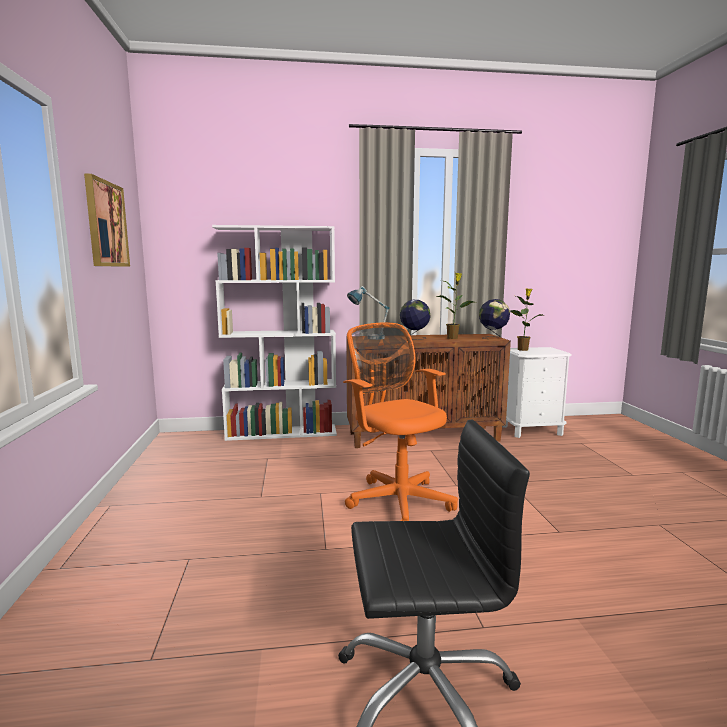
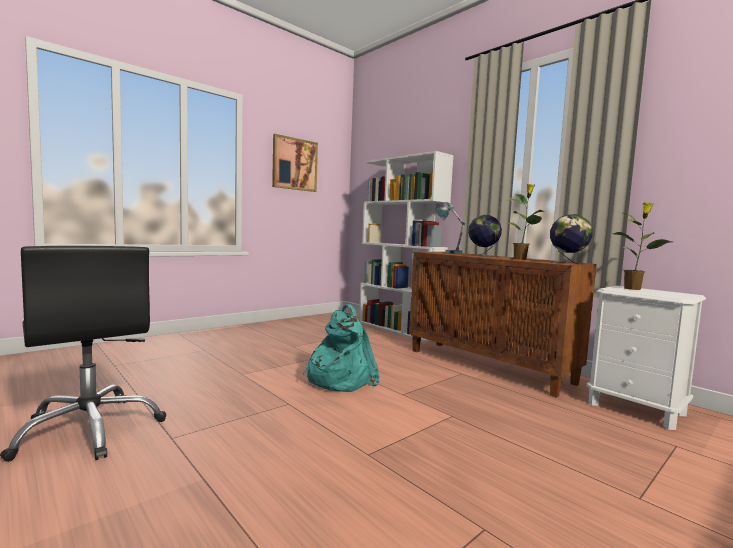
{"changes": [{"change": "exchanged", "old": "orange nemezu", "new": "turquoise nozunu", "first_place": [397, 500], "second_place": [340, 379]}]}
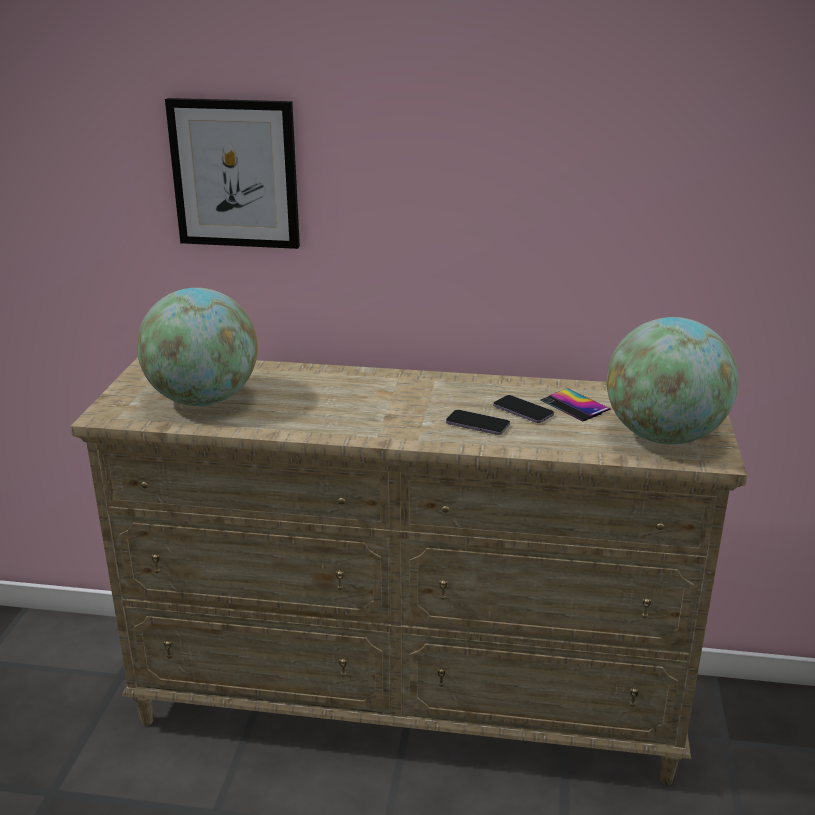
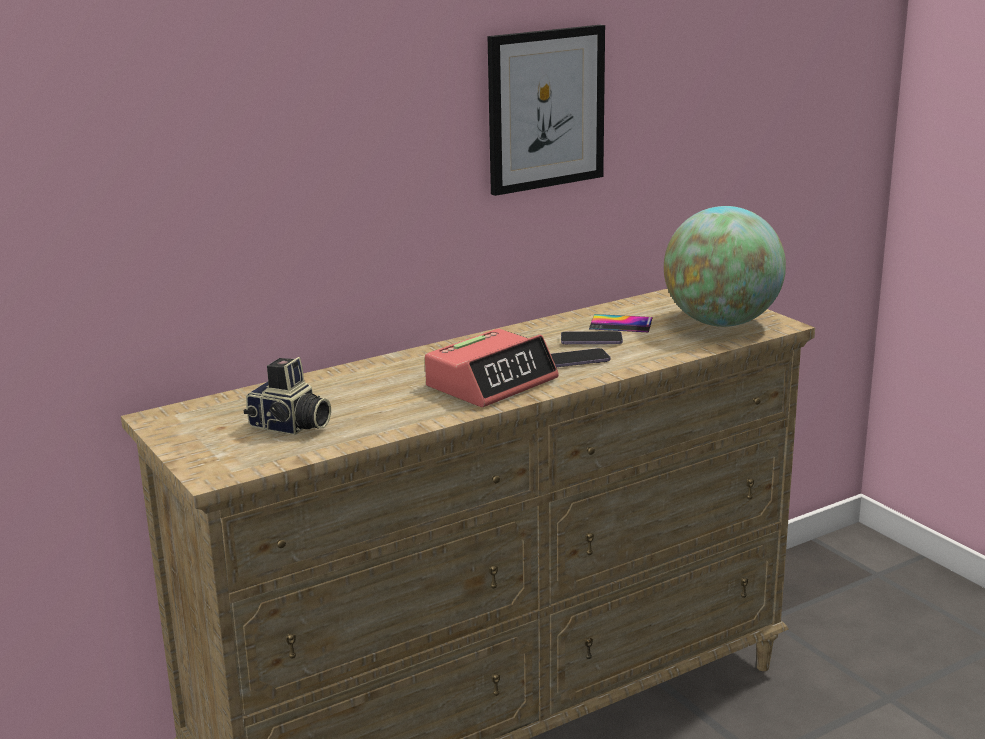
{"changes": [{"change": "appeared", "new": "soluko", "second_place": [492, 383]}, {"change": "relocated", "old": "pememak", "first_place": [235, 174], "second_place": [545, 109]}, {"change": "exchanged", "old": "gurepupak", "new": "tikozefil", "first_place": [203, 399], "second_place": [289, 427]}]}
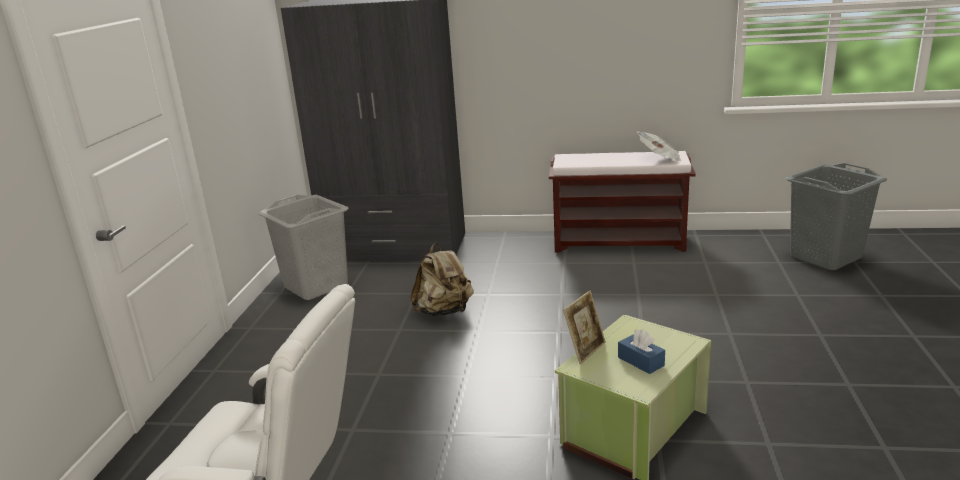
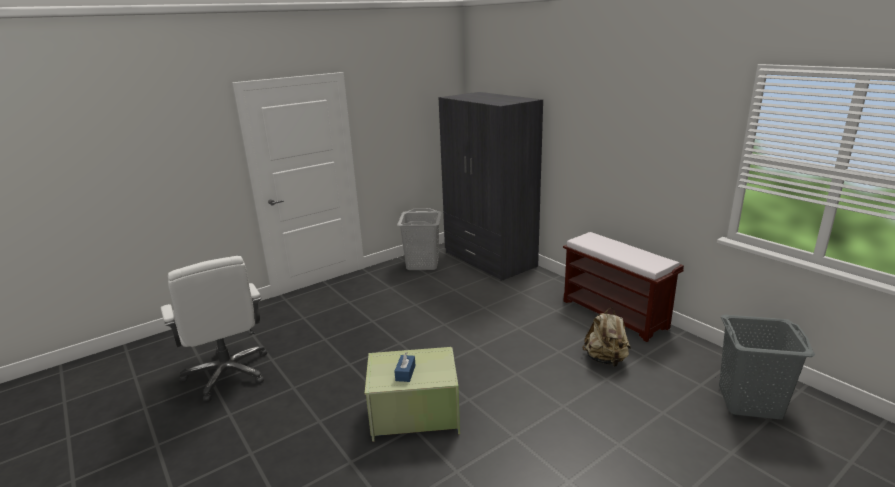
{"changes": [{"change": "missing", "old": "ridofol", "first_place": [585, 350]}, {"change": "missing", "old": "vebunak", "first_place": [660, 158]}, {"change": "relocated", "old": "beige nozunu", "first_place": [444, 311], "second_place": [606, 359]}]}
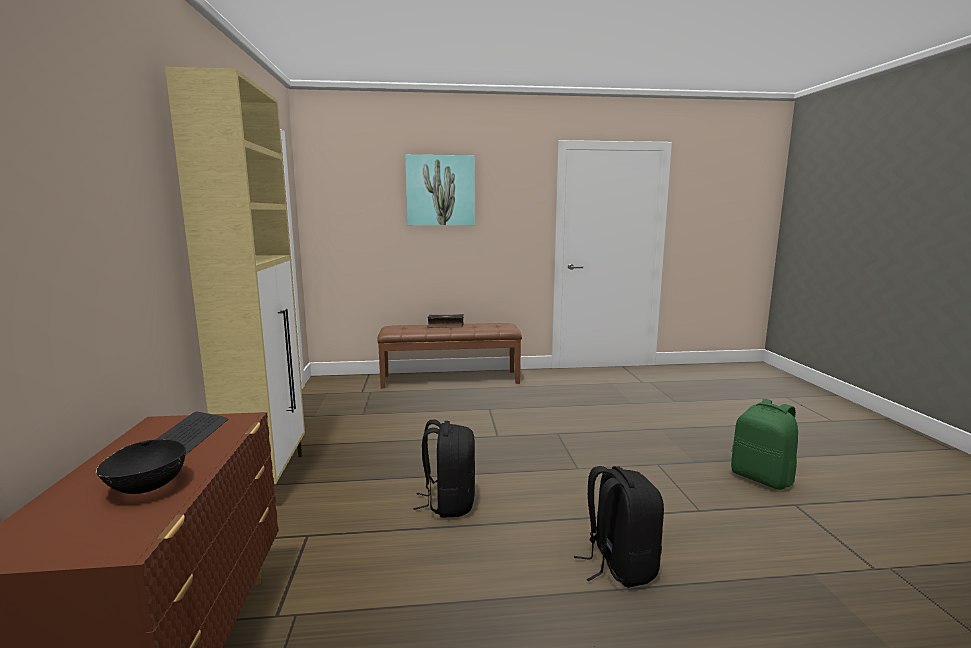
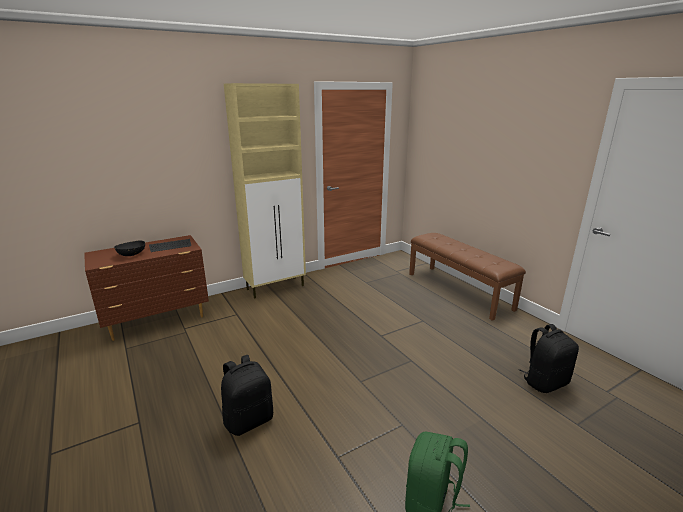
{"changes": [{"change": "missing", "old": "pememak", "first_place": [440, 190]}, {"change": "missing", "old": "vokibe", "first_place": [445, 326]}, {"change": "relocated", "old": "black nozunu", "first_place": [449, 503], "second_place": [544, 382]}]}
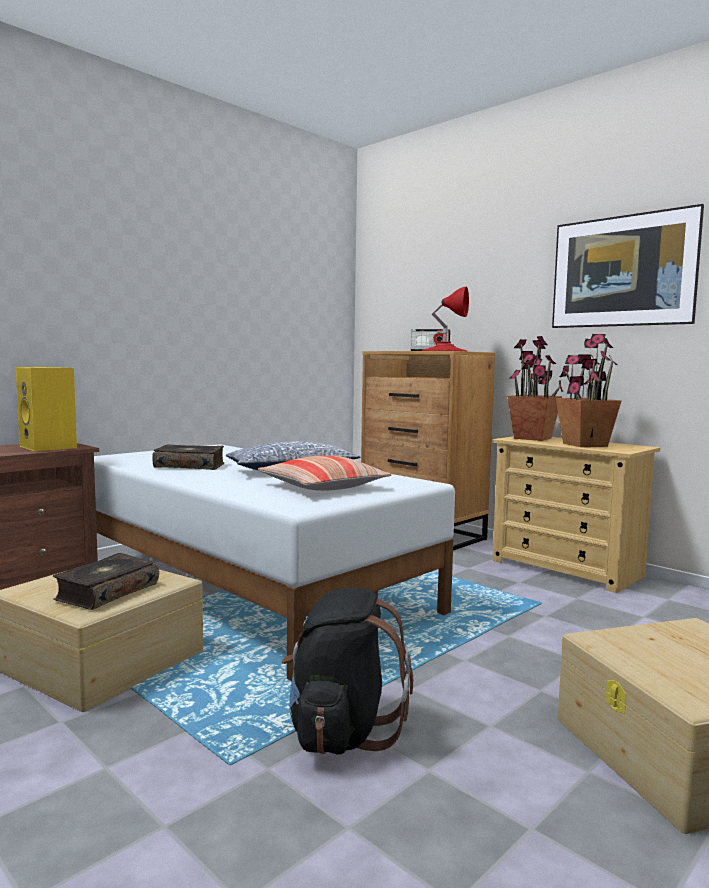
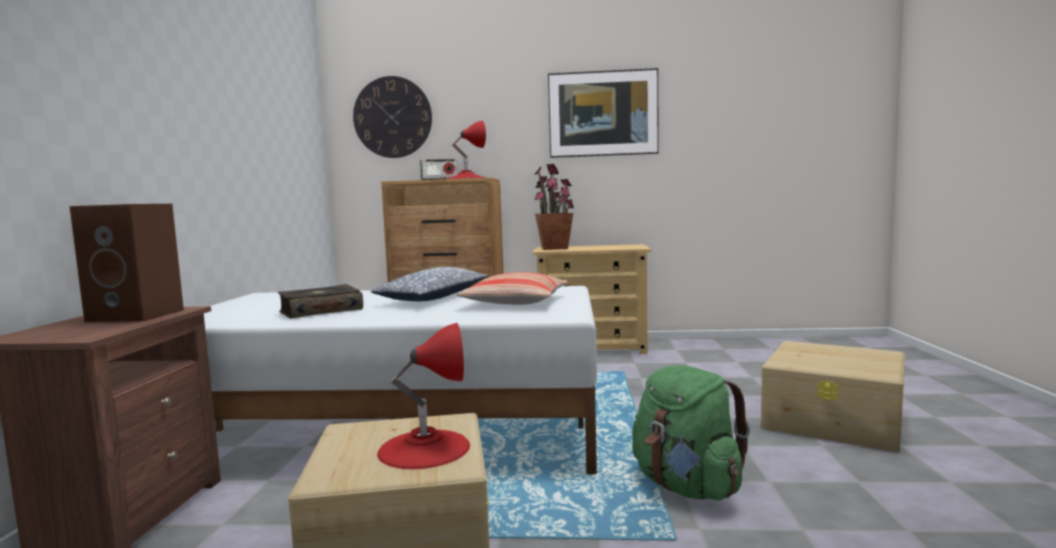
{"changes": [{"change": "missing", "old": "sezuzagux", "first_place": [584, 445]}, {"change": "appeared", "new": "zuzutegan", "second_place": [392, 117]}, {"change": "exchanged", "old": "vokibe", "new": "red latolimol", "first_place": [106, 592], "second_place": [424, 448]}, {"change": "colour", "old": "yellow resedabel", "new": "brown resedabel", "first_place": [49, 447], "second_place": [139, 315]}, {"change": "colour", "old": "black nozunu", "new": "green nozunu", "first_place": [341, 731], "second_place": [687, 486]}]}
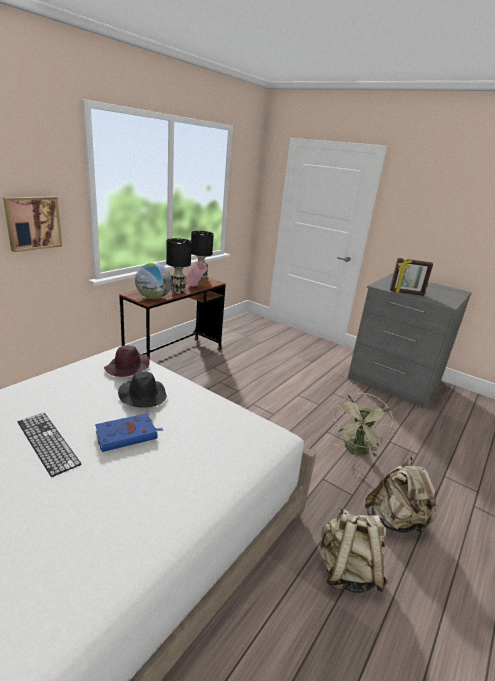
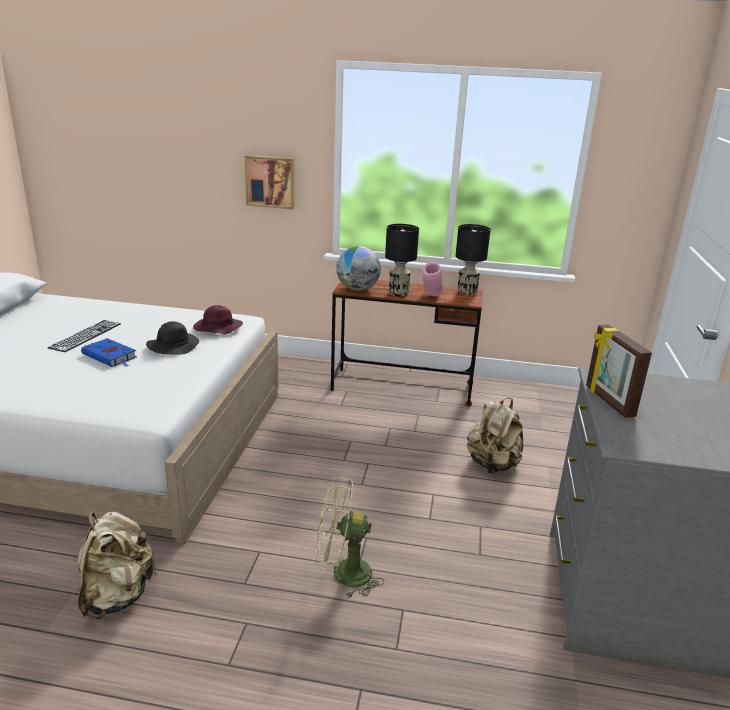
{"changes": [{"change": "relocated", "old": "beige nozunu", "first_place": [395, 520], "second_place": [493, 465]}]}
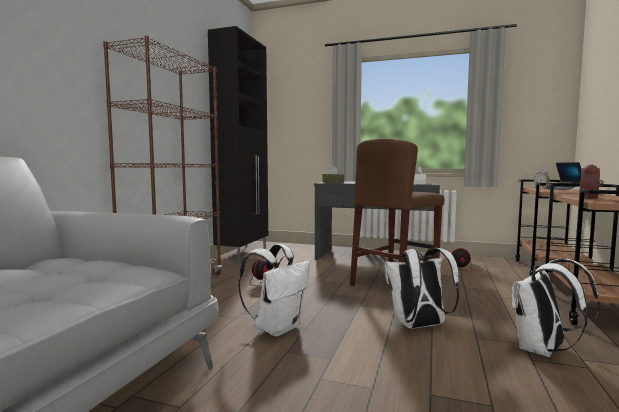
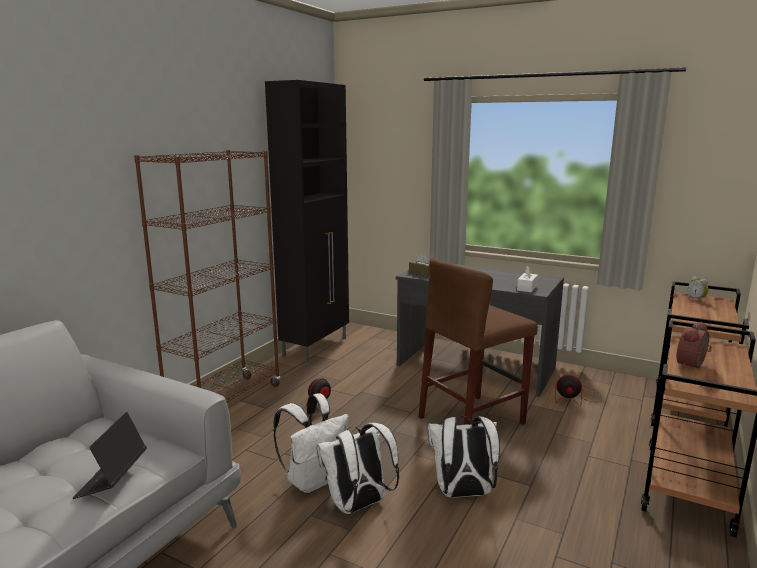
{"changes": [{"change": "relocated", "old": "white nozunu", "first_place": [543, 351], "second_place": [358, 505]}, {"change": "relocated", "old": "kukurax", "first_place": [563, 189], "second_place": [112, 479]}]}
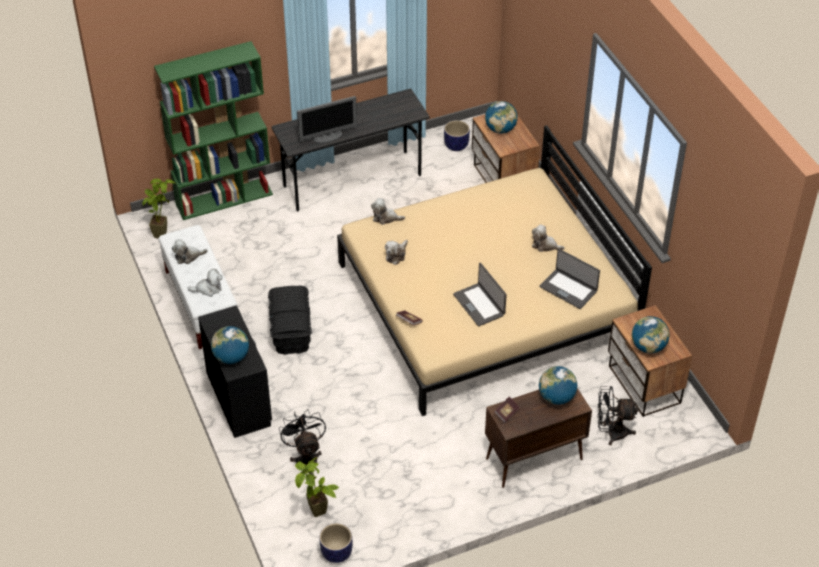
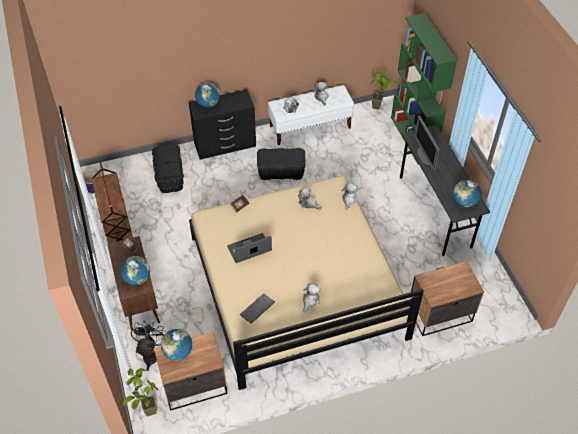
{"changes": [{"change": "missing", "old": "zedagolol", "first_place": [456, 145]}, {"change": "appeared", "new": "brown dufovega", "second_place": [117, 227]}, {"change": "relocated", "old": "sezuzagux", "first_place": [318, 516], "second_place": [145, 411]}, {"change": "relocated", "old": "gurepupak", "first_place": [500, 129], "second_place": [464, 202]}, {"change": "exchanged", "old": "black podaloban", "new": "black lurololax", "first_place": [306, 459], "second_place": [169, 176]}, {"change": "exchanged", "old": "kukurax", "new": "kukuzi", "first_place": [568, 288], "second_place": [257, 309]}]}
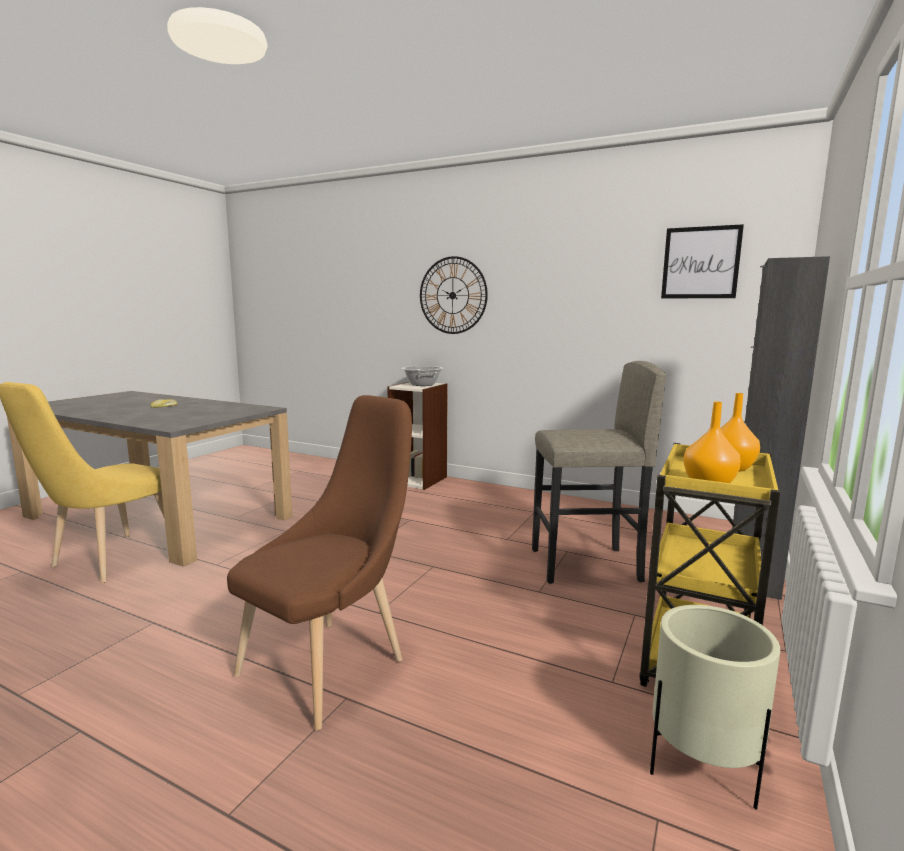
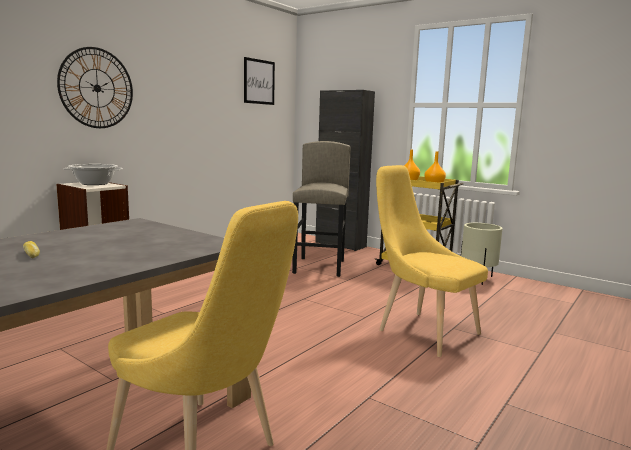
{"changes": [{"change": "colour", "old": "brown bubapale", "new": "yellow bubapale", "first_place": [331, 663], "second_place": [422, 331]}]}
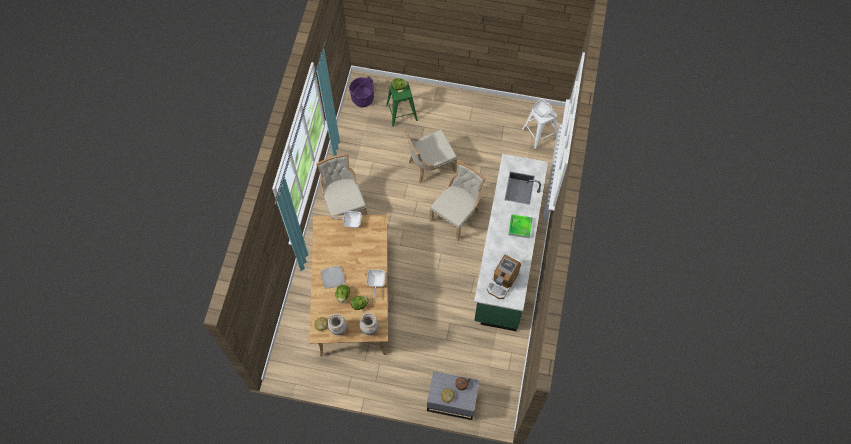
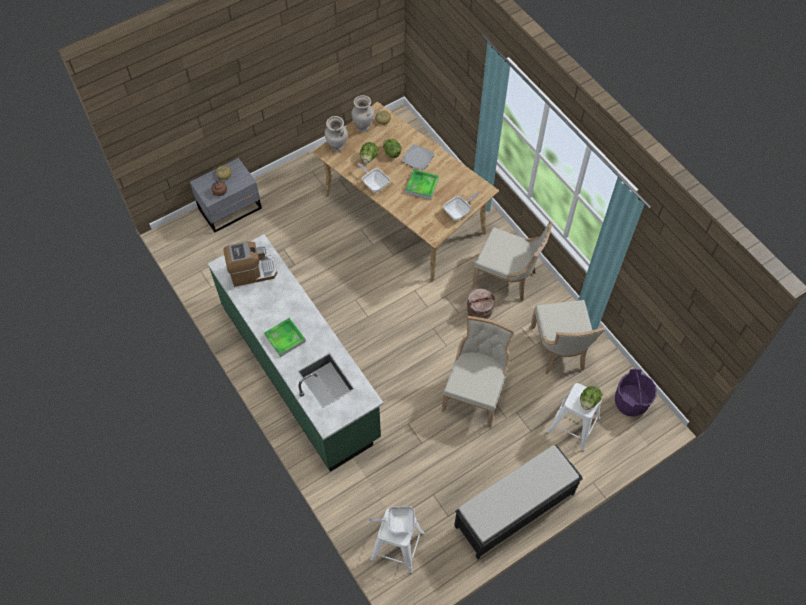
{"changes": [{"change": "appeared", "new": "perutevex", "second_place": [422, 185]}, {"change": "appeared", "new": "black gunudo", "second_place": [513, 510]}, {"change": "appeared", "new": "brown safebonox", "second_place": [479, 311]}, {"change": "relocated", "old": "beige bubapale", "first_place": [456, 215], "second_place": [559, 350]}, {"change": "colour", "old": "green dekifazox", "new": "white dekifazox", "first_place": [402, 112], "second_place": [573, 426]}, {"change": "spun", "old": "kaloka", "first_place": [502, 281], "second_place": [252, 272], "degrees": 90}]}
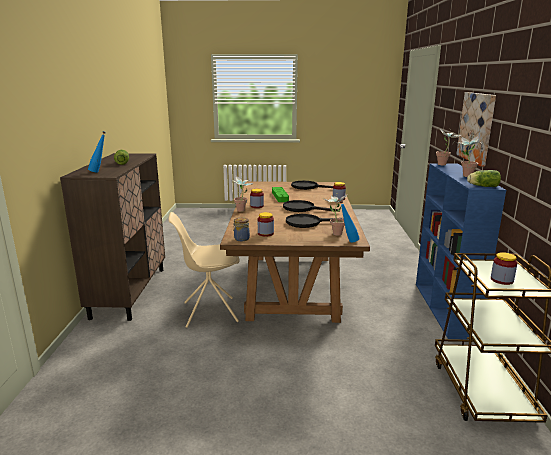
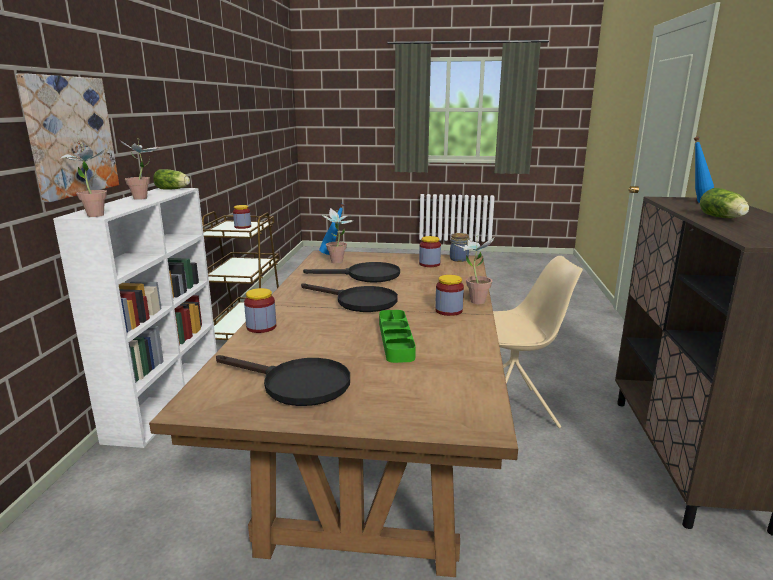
{"changes": [{"change": "colour", "old": "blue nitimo", "new": "white nitimo", "first_place": [444, 309], "second_place": [167, 398]}]}
